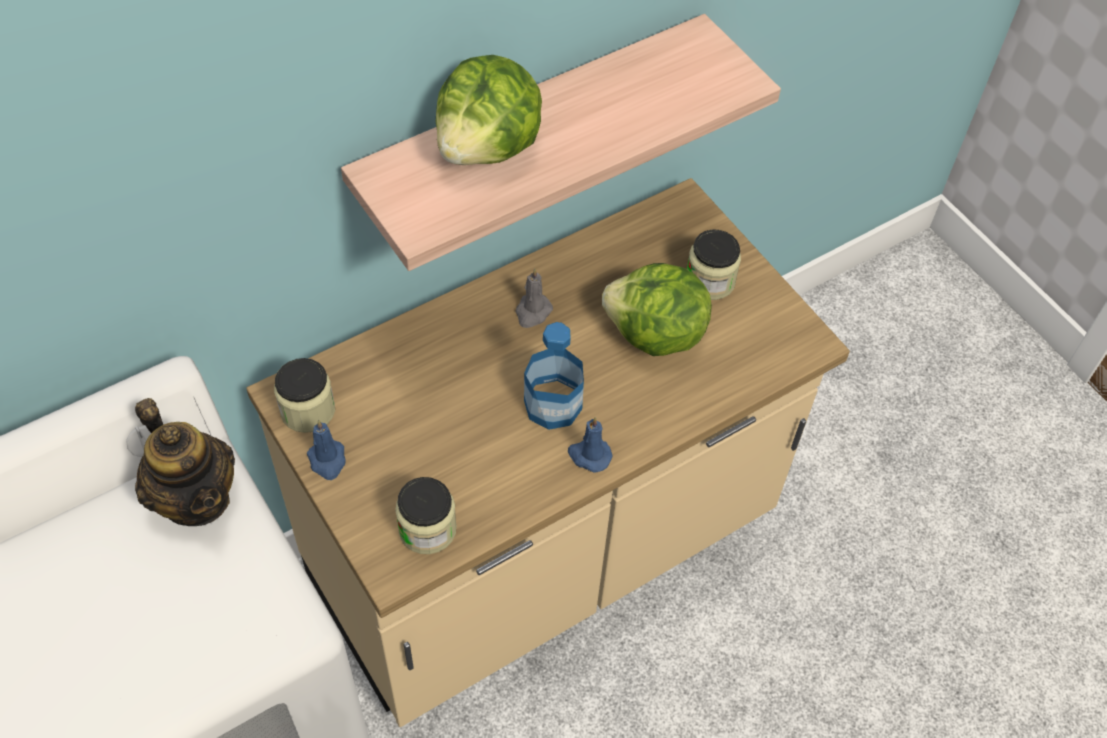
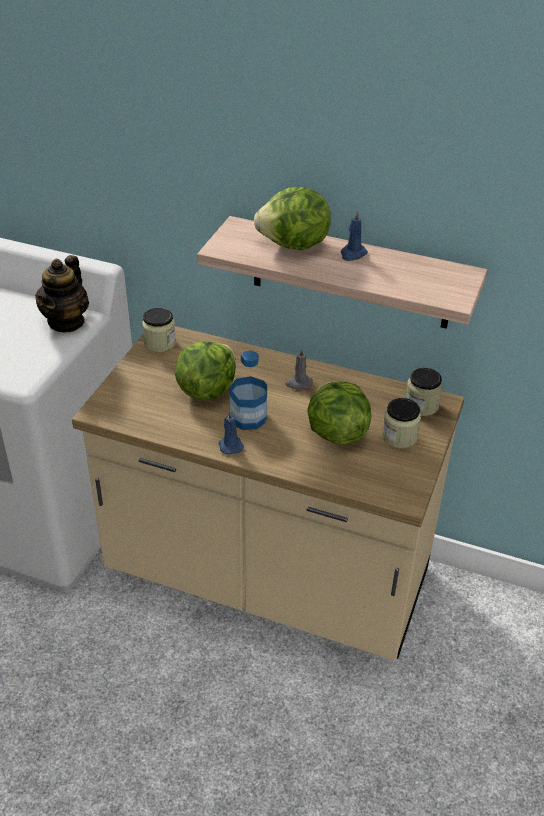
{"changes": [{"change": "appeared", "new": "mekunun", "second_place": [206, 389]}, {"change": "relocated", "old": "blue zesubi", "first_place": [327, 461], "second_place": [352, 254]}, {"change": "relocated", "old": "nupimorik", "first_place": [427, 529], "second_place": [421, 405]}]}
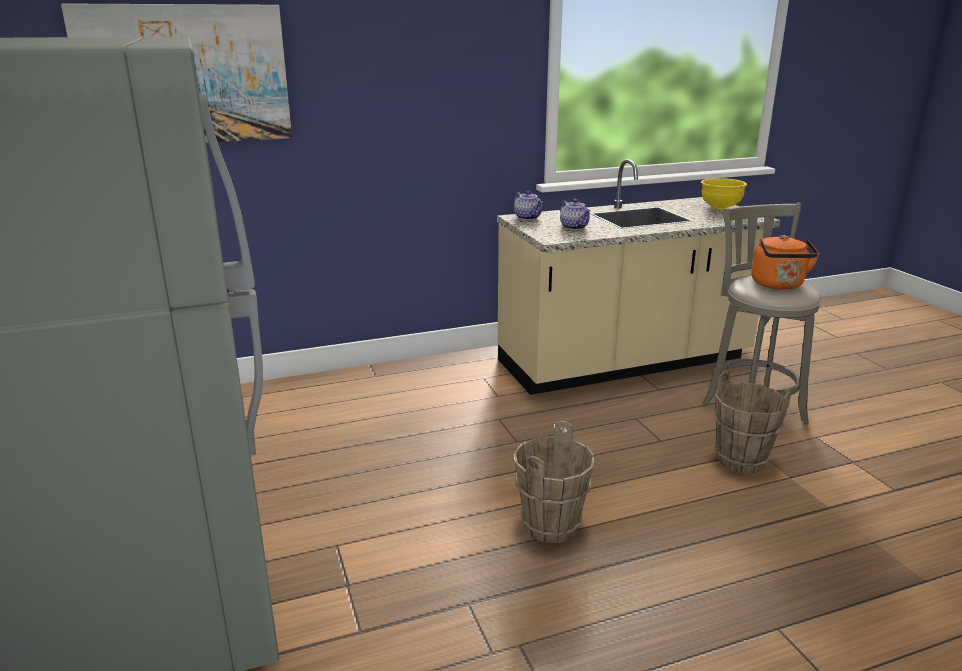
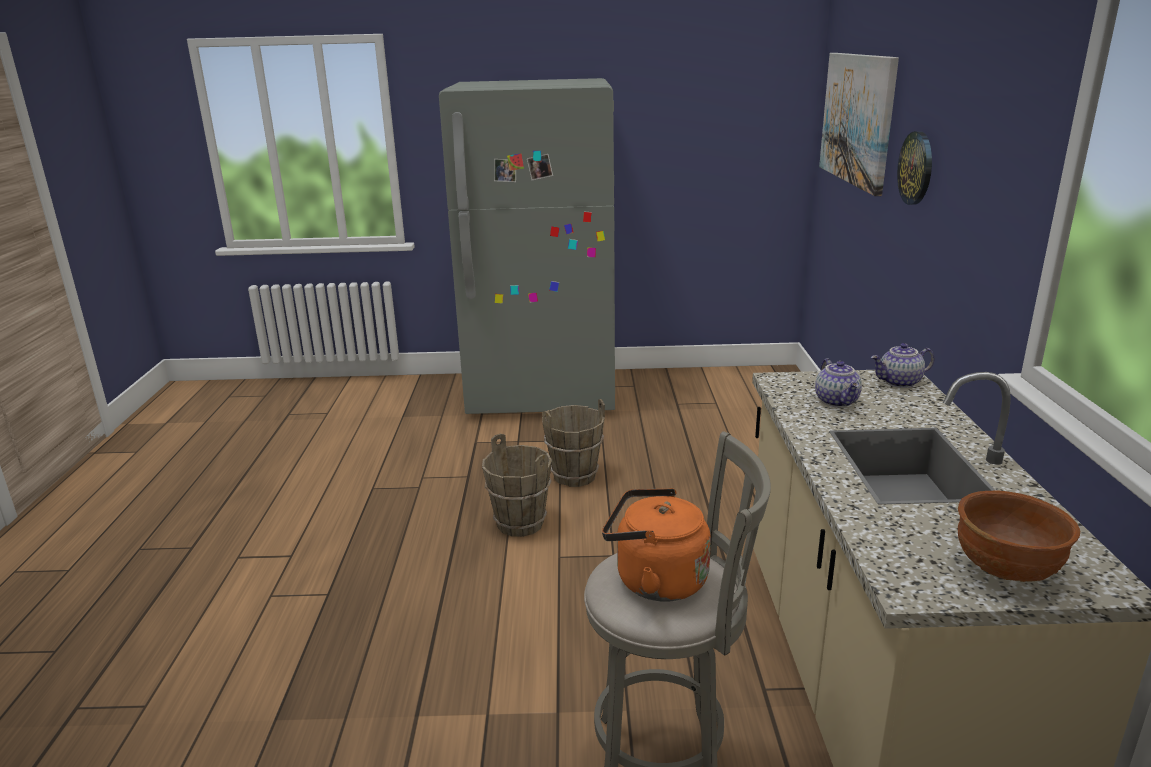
{"changes": [{"change": "appeared", "new": "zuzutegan", "second_place": [916, 168]}, {"change": "relocated", "old": "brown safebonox", "first_place": [741, 461], "second_place": [574, 476]}, {"change": "colour", "old": "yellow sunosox", "new": "brown sunosox", "first_place": [720, 208], "second_place": [1007, 571]}, {"change": "spun", "old": "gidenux", "first_place": [575, 227], "second_place": [837, 401], "degrees": -90}]}
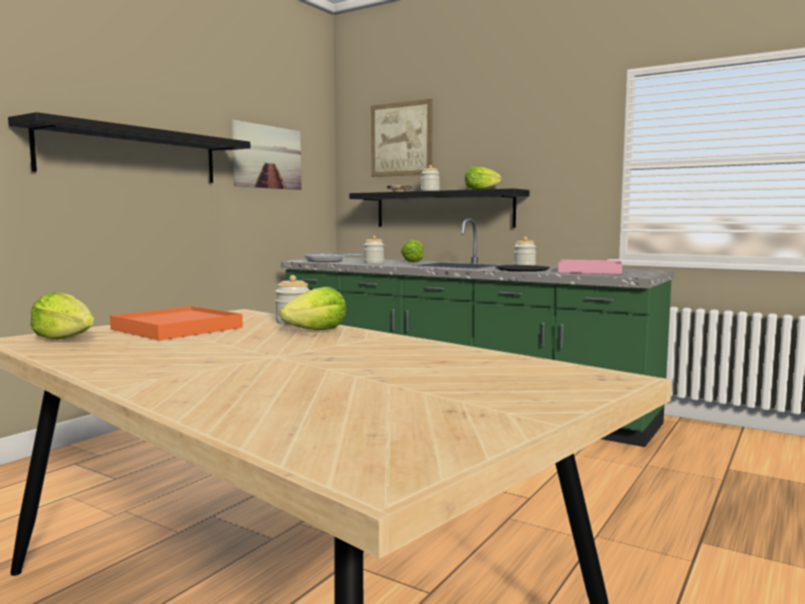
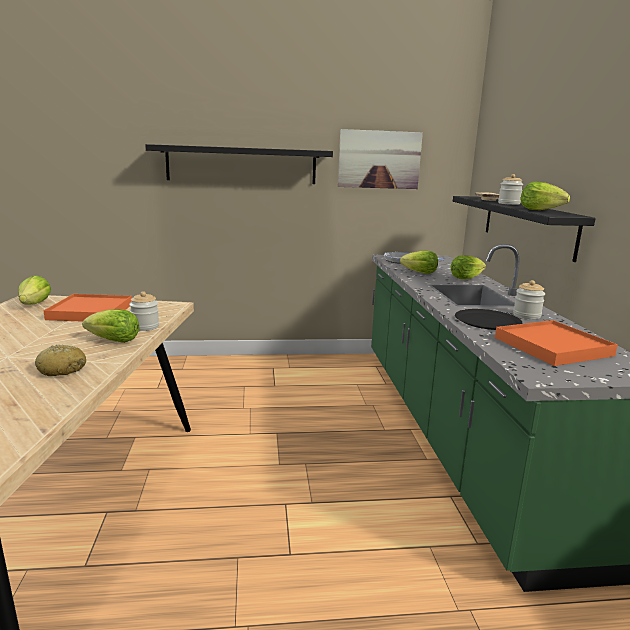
{"changes": [{"change": "missing", "old": "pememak", "first_place": [401, 139]}, {"change": "appeared", "new": "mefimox", "second_place": [62, 369]}, {"change": "exchanged", "old": "nupimorik", "new": "mekunun", "first_place": [374, 263], "second_place": [420, 273]}, {"change": "colour", "old": "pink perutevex", "new": "orange perutevex", "first_place": [589, 270], "second_place": [552, 346]}]}
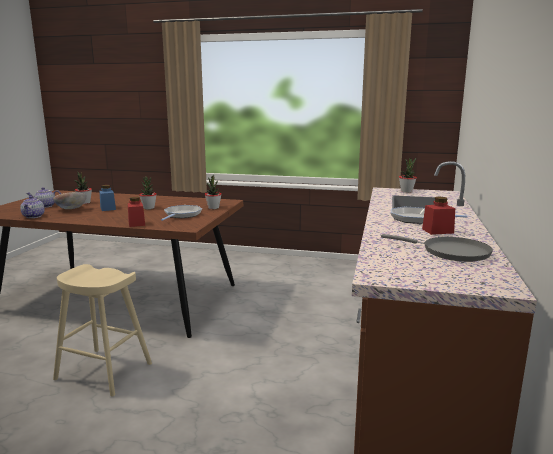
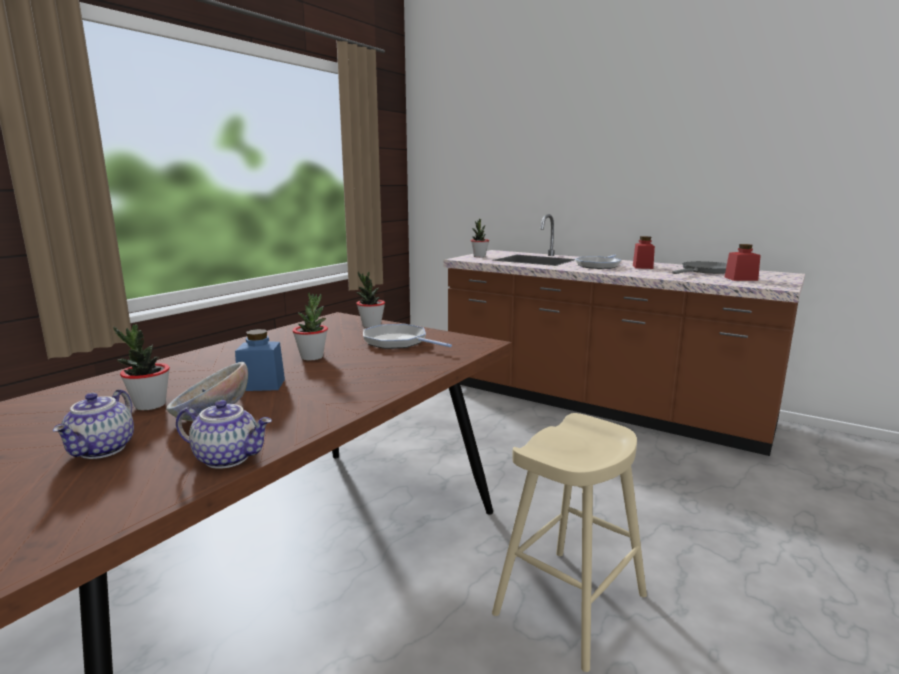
{"changes": [{"change": "relocated", "old": "red nupimorik", "first_place": [136, 223], "second_place": [741, 279]}]}
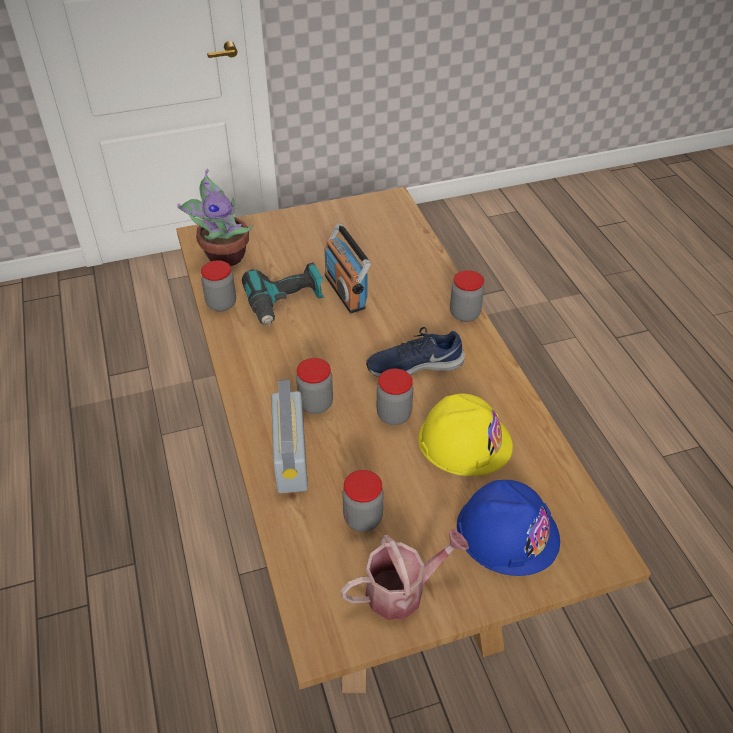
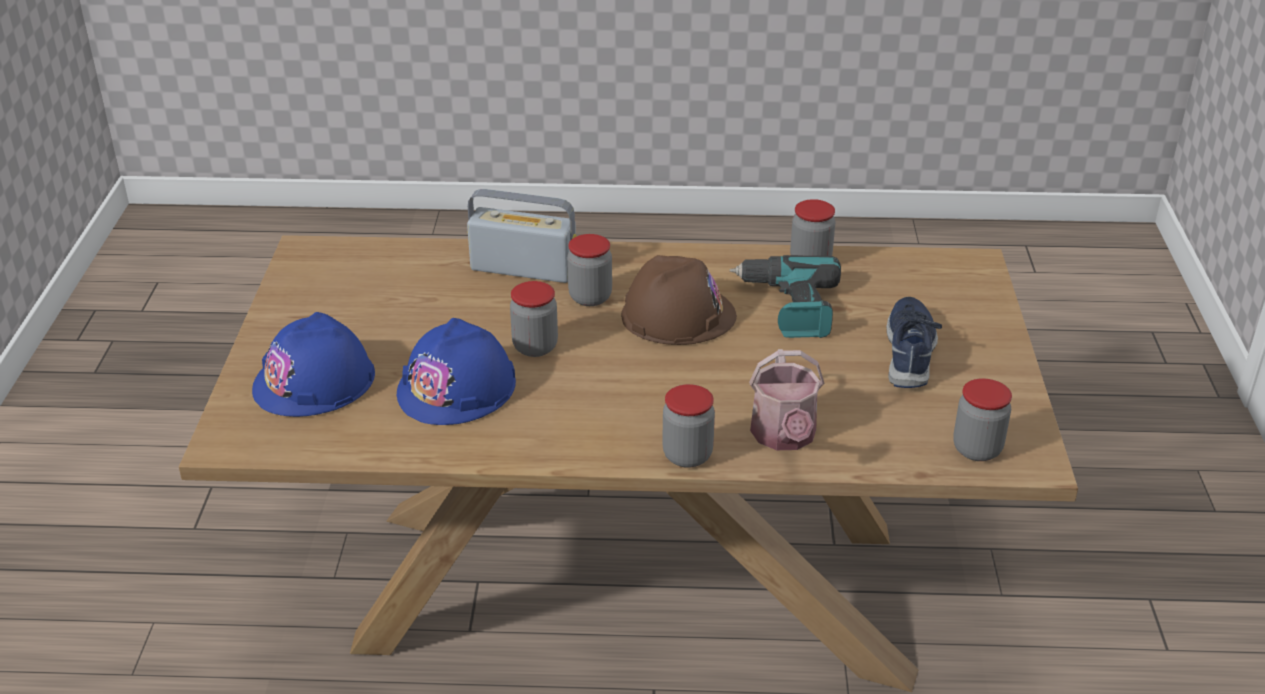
{"changes": [{"change": "missing", "old": "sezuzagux", "first_place": [223, 255]}, {"change": "missing", "old": "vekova", "first_place": [345, 291]}, {"change": "appeared", "new": "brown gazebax", "second_place": [678, 315]}, {"change": "relocated", "old": "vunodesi", "first_place": [402, 590], "second_place": [784, 437]}, {"change": "relocated", "old": "nupimorik", "first_place": [363, 518], "second_place": [977, 449]}, {"change": "relocated", "old": "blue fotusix", "first_place": [414, 364], "second_place": [910, 352]}, {"change": "colour", "old": "yellow gazebax", "new": "blue gazebax", "first_place": [464, 441], "second_place": [457, 388]}]}
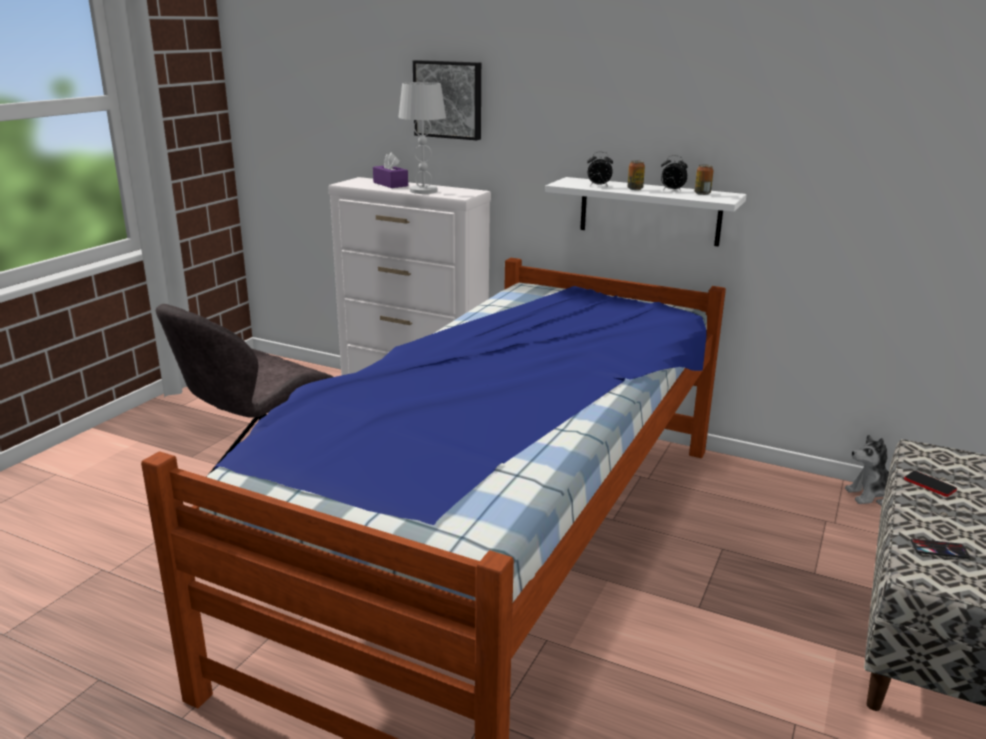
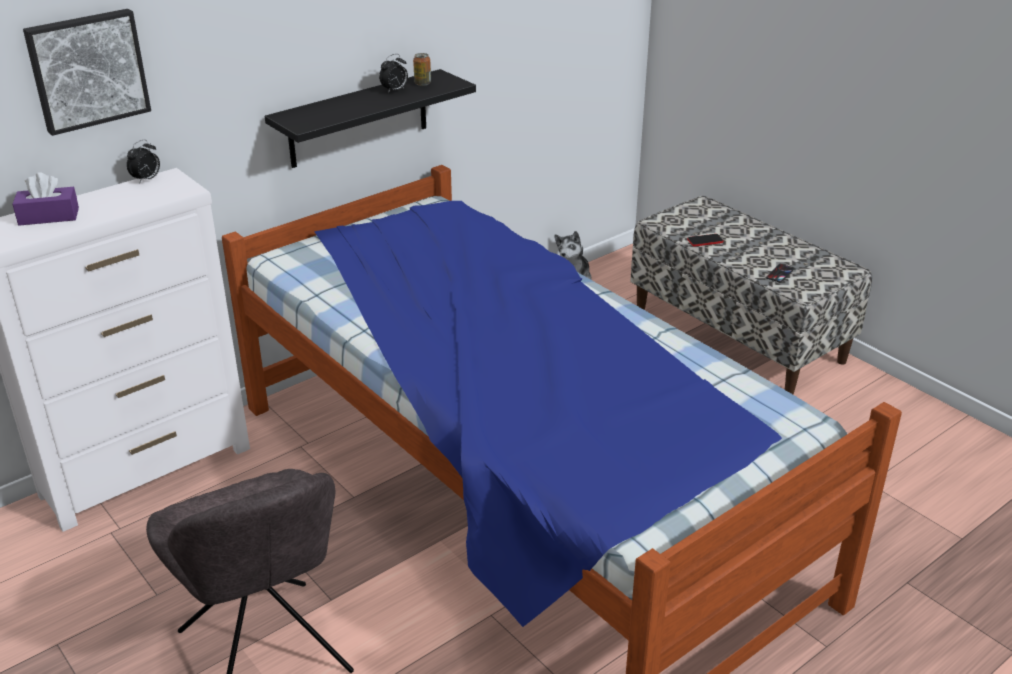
{"changes": [{"change": "missing", "old": "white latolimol", "first_place": [423, 191]}, {"change": "missing", "old": "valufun", "first_place": [635, 189]}, {"change": "relocated", "old": "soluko", "first_place": [598, 186], "second_place": [146, 180]}, {"change": "colour", "old": "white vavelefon", "new": "black vavelefon", "first_place": [649, 211], "second_place": [358, 119]}]}
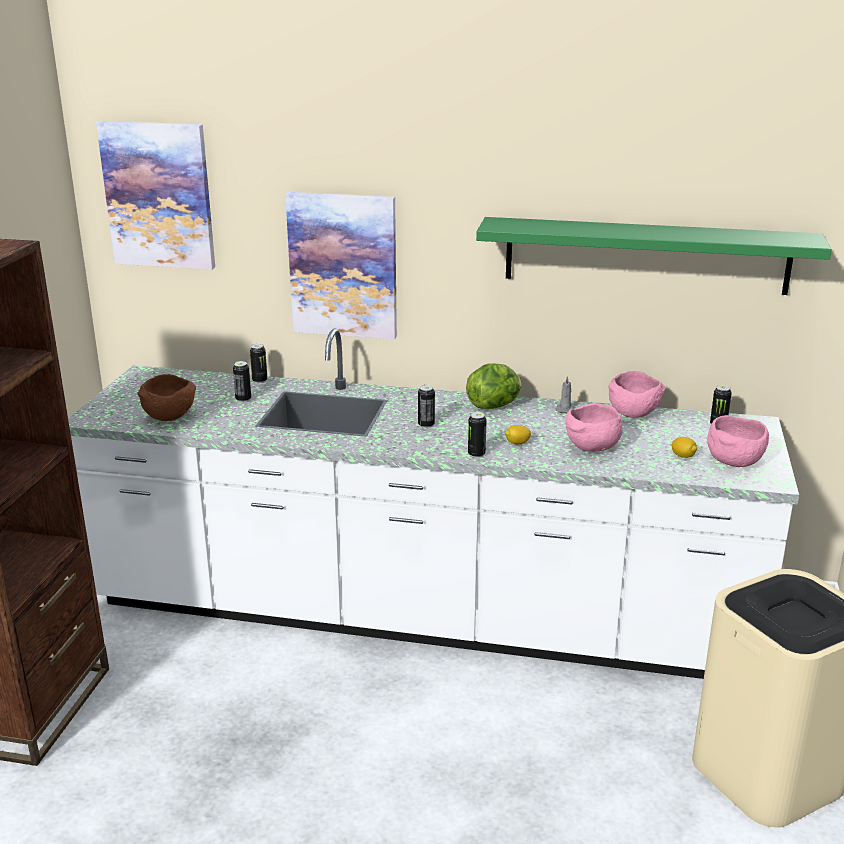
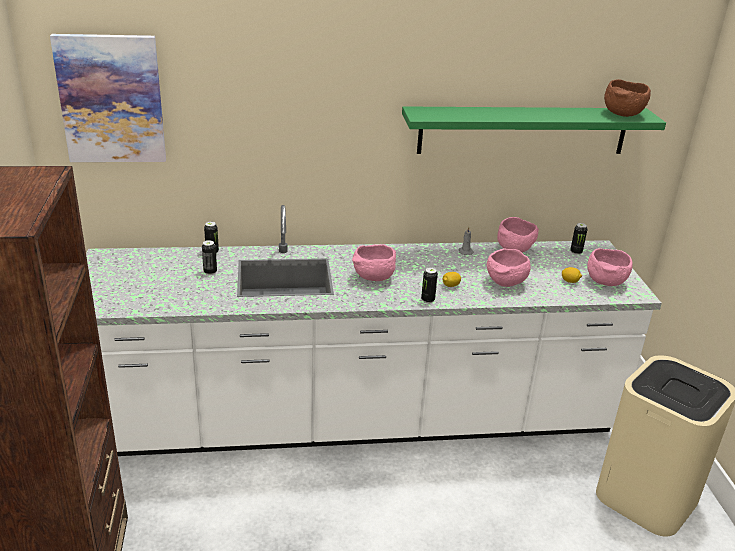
{"changes": [{"change": "missing", "old": "pememak", "first_place": [343, 265]}, {"change": "missing", "old": "mekunun", "first_place": [494, 406]}, {"change": "relocated", "old": "brown sunosox", "first_place": [170, 417], "second_place": [623, 114]}, {"change": "exchanged", "old": "valufun", "new": "pink sunosox", "first_place": [426, 425], "second_place": [373, 278]}]}
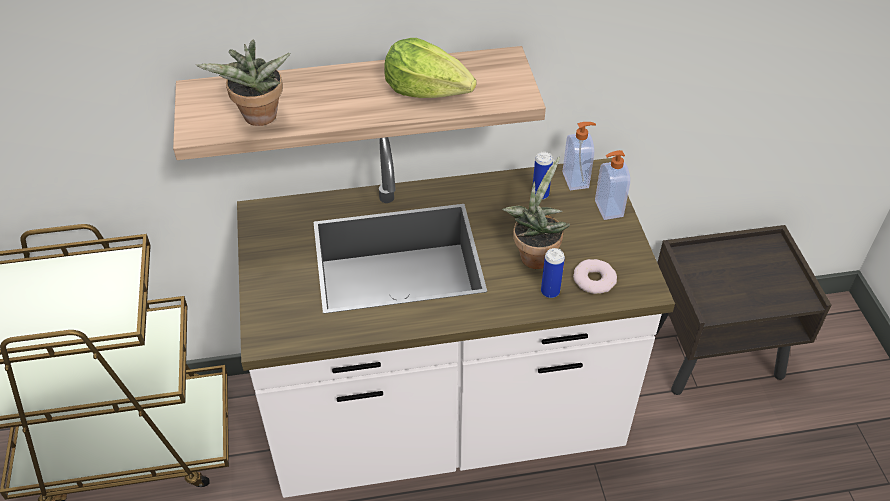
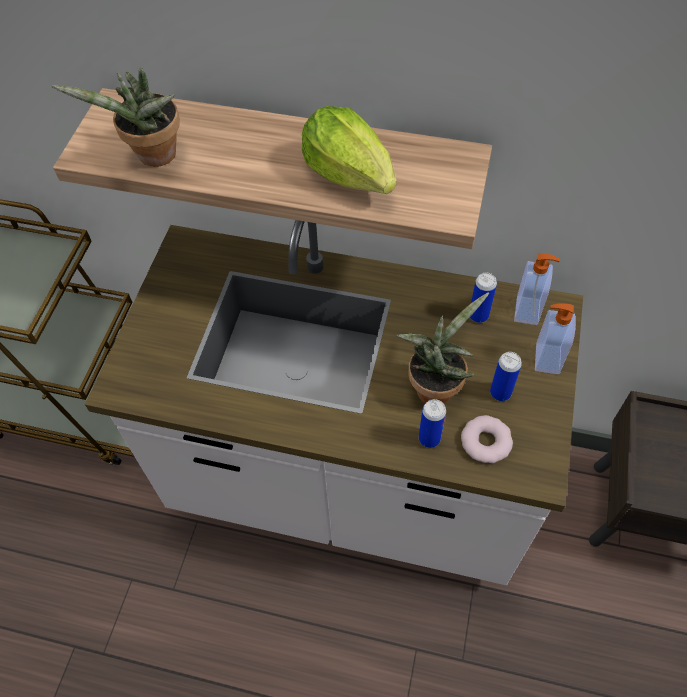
{"changes": [{"change": "appeared", "new": "valufun", "second_place": [500, 392]}]}
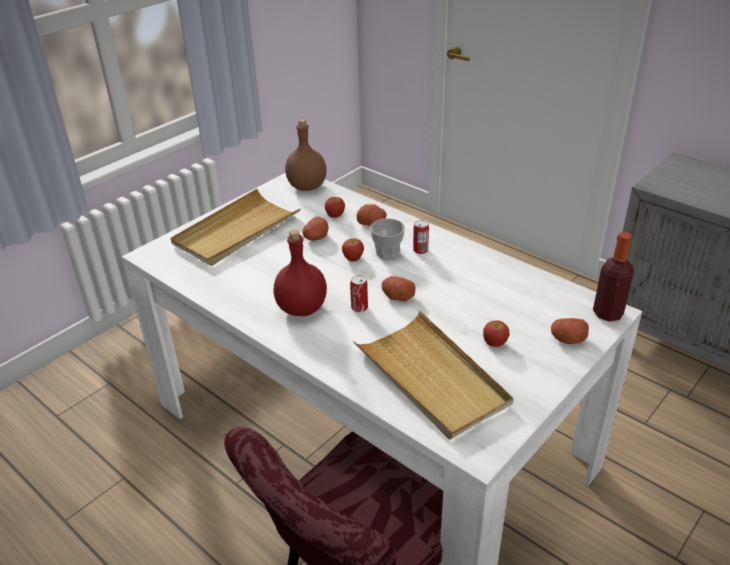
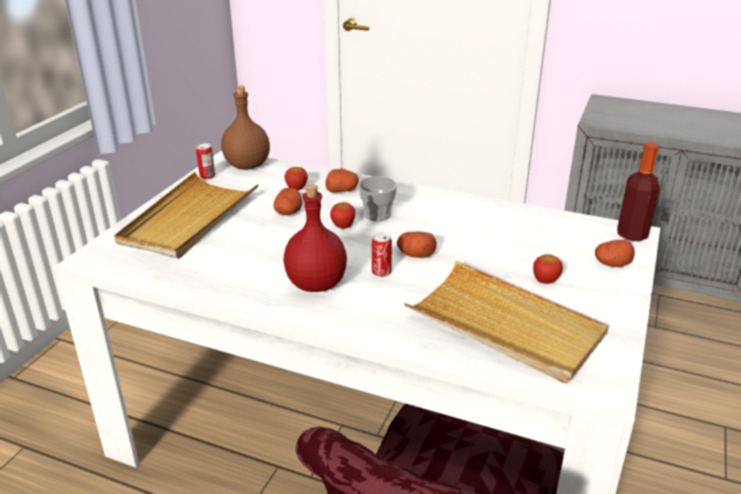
{"changes": [{"change": "relocated", "old": "valufun", "first_place": [420, 250], "second_place": [207, 176]}]}
